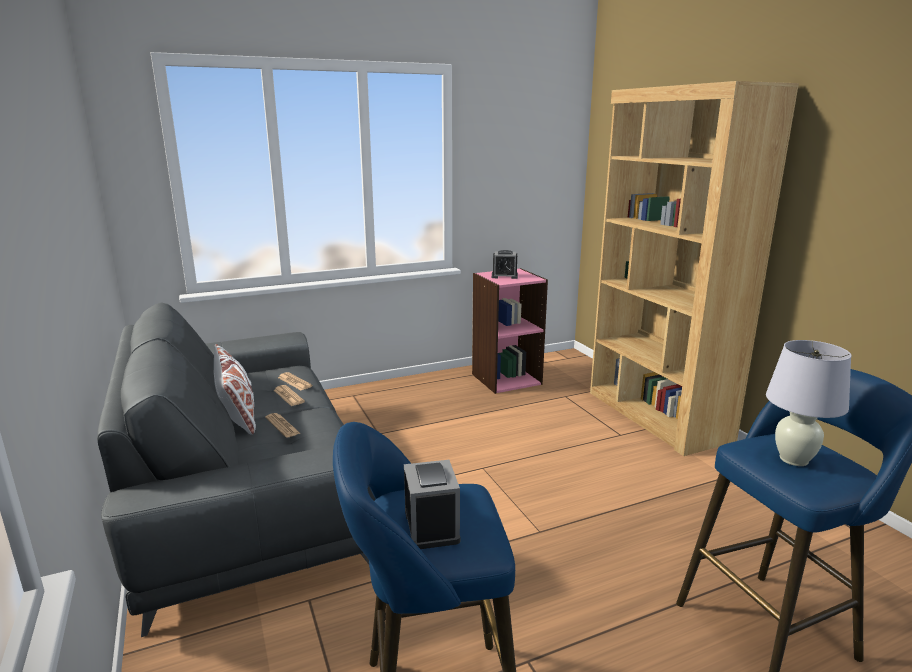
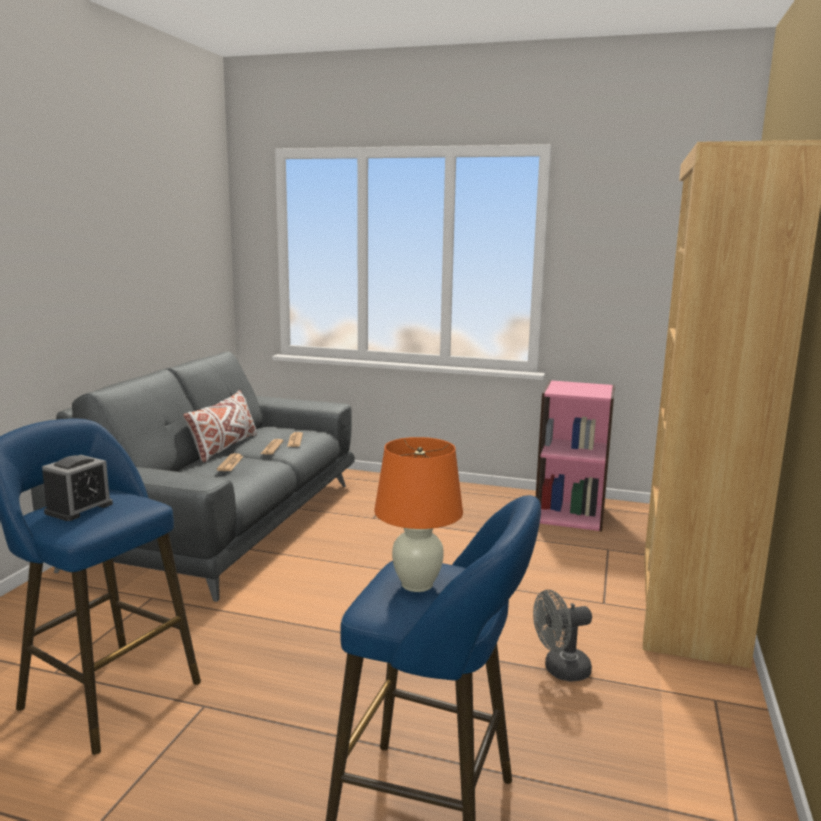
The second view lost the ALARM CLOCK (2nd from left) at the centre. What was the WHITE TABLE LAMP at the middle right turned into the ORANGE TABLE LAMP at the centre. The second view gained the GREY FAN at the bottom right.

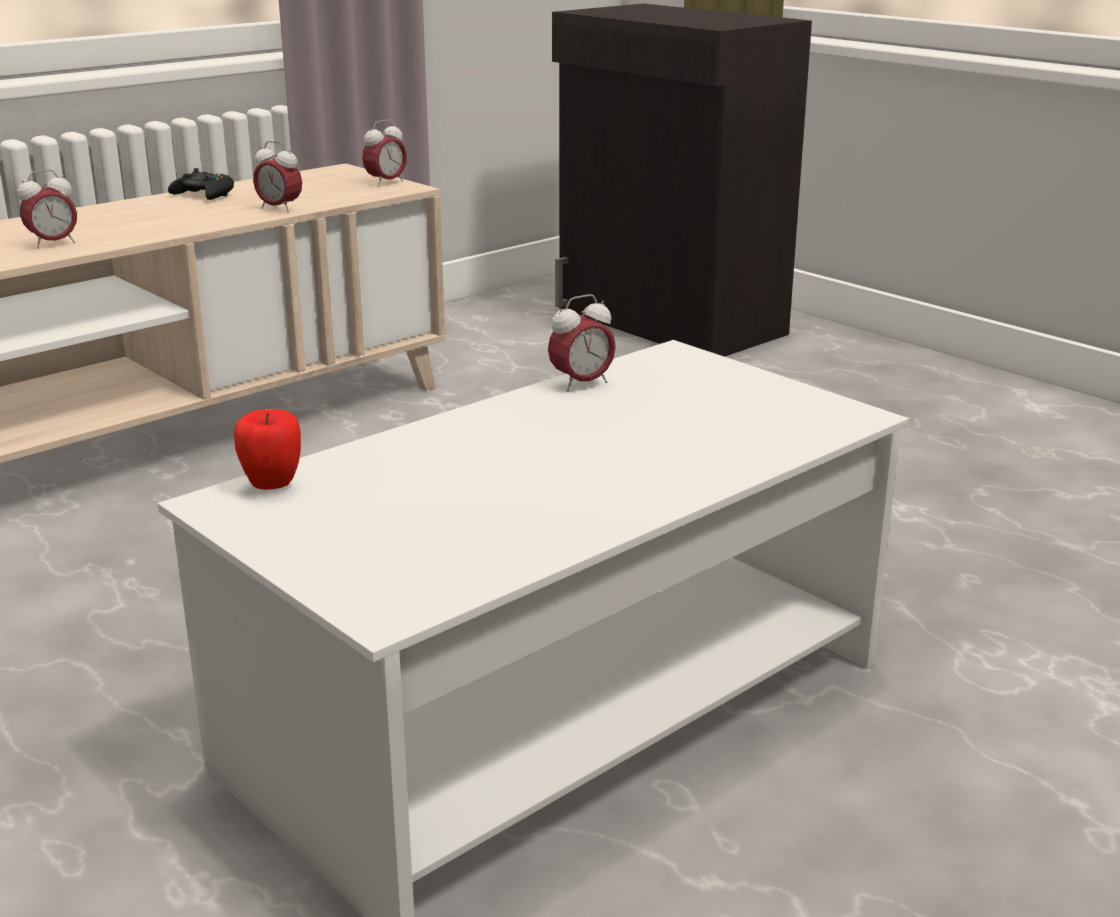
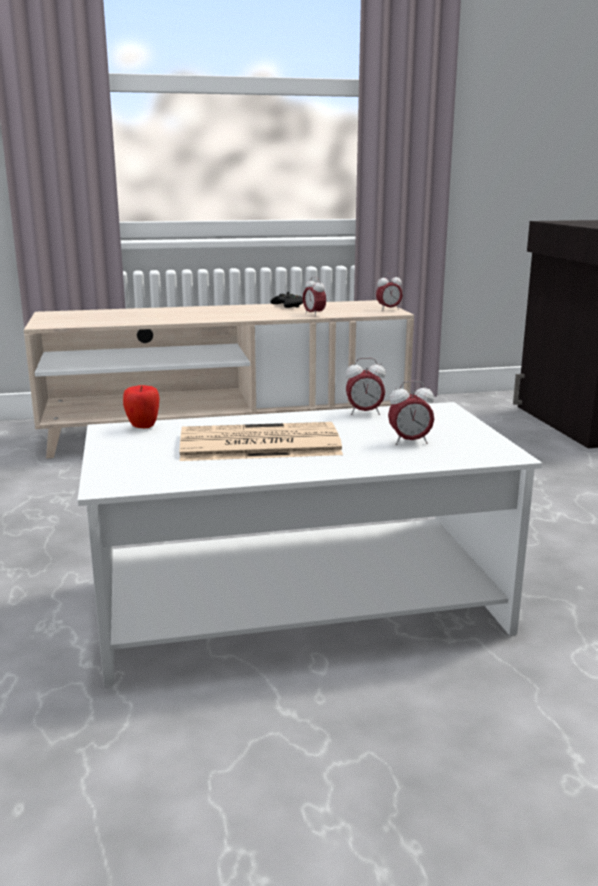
The ALARM CLOCK (1st from left in the first image) ended up elsewhere, having gone from the top left to the middle right. The second view gained the NEWSPAPER at the centre.

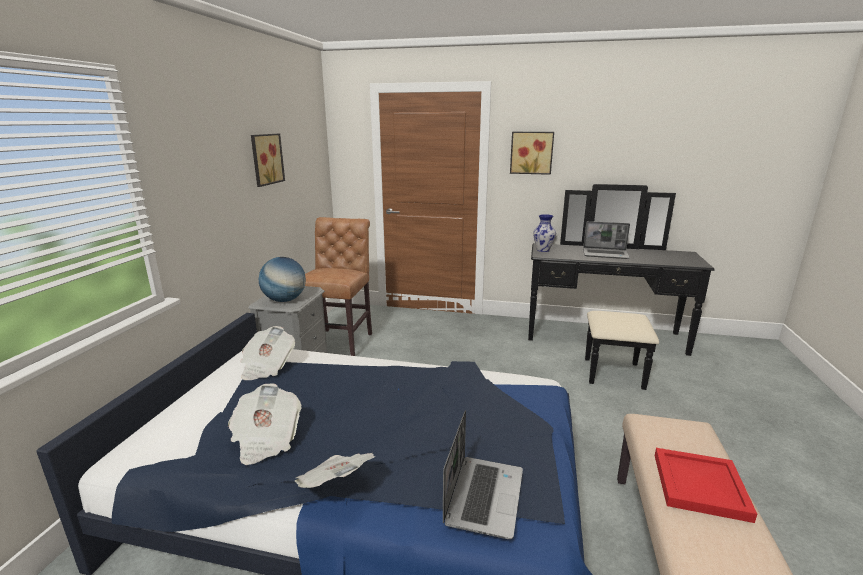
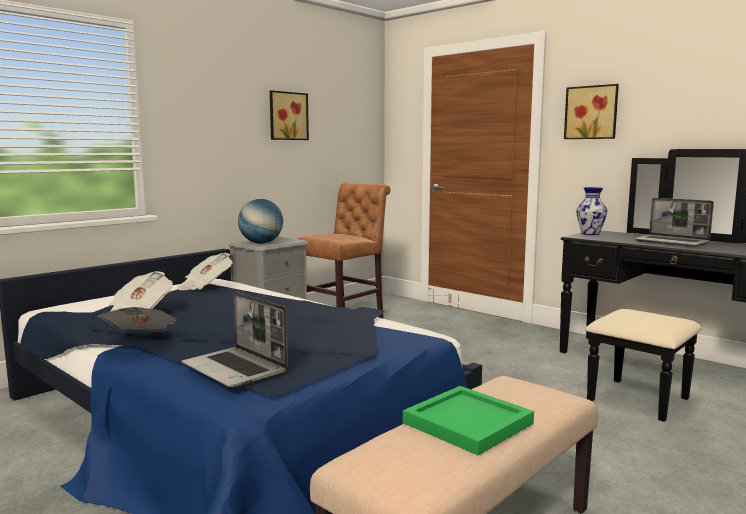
The LAPTOP (1st from left) at the bottom centre ended up facing another way, 90 degrees clockwise from before. What was the RED TRAY at the bottom right turned into the GREEN TRAY at the bottom centre.

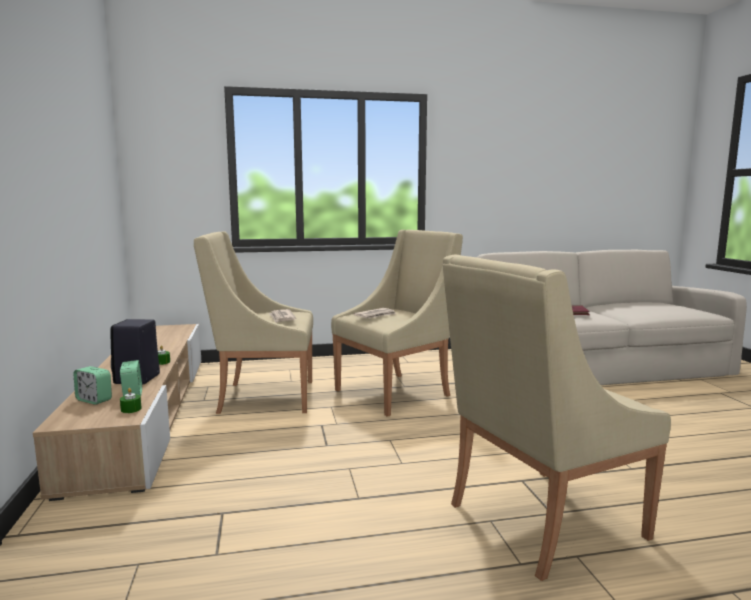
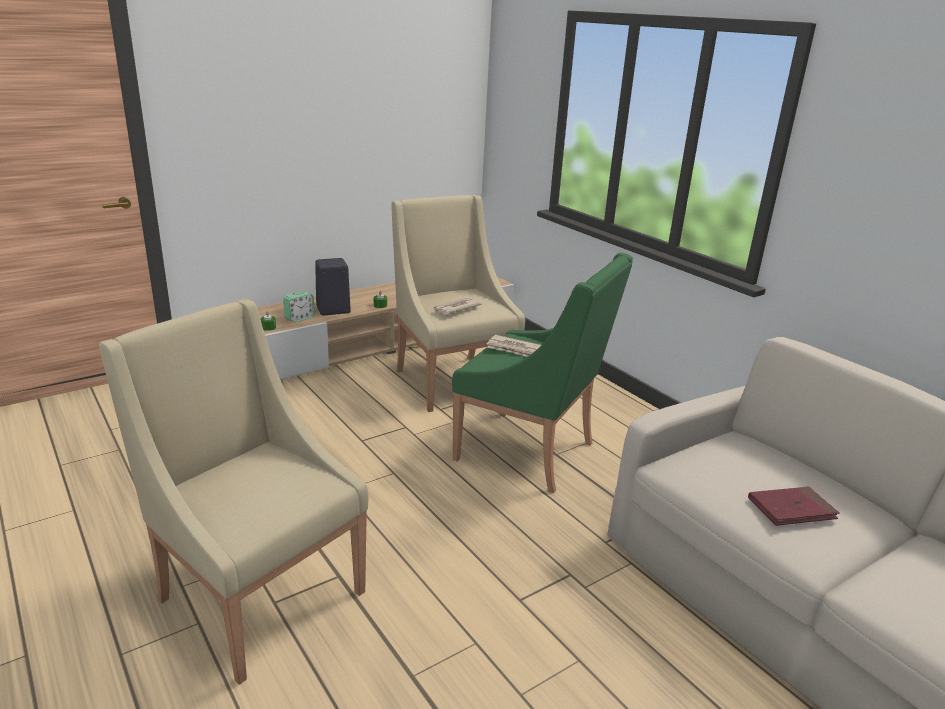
What was the BEIGE ARMCHAIR (2nd from left) at the centre turned into the GREEN ARMCHAIR at the centre. The second view lost the ALARM CLOCK (1st from left) at the middle left.

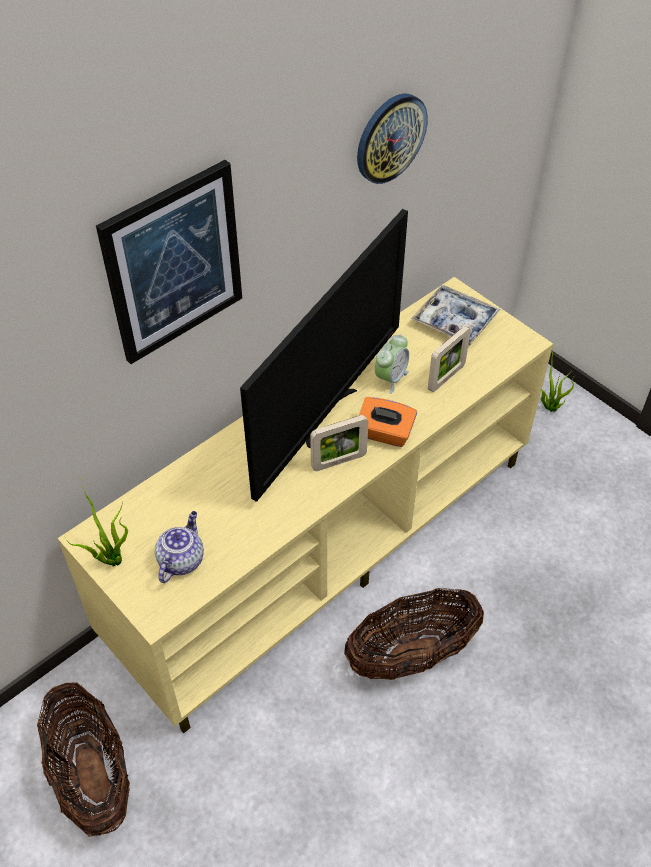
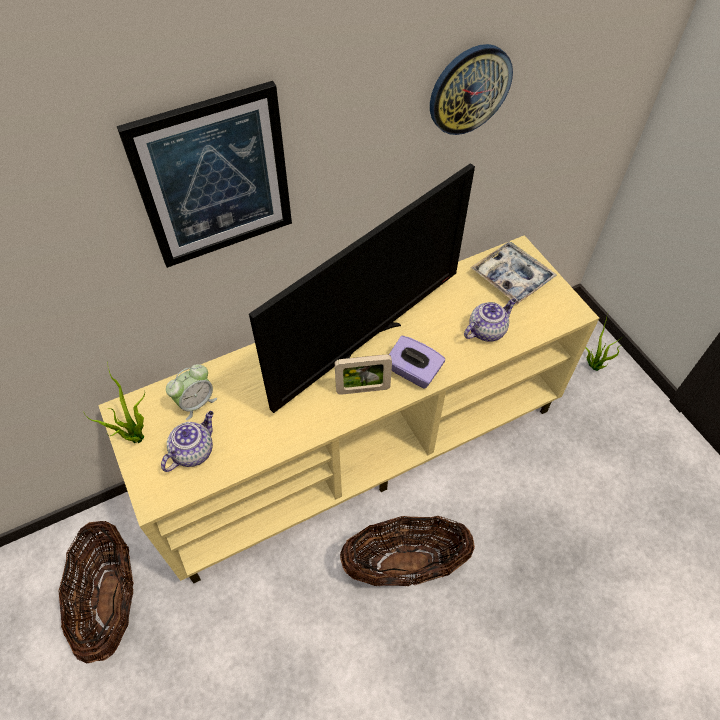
Where the PICTURE FRAME (2nd from left) stood at the middle right, the TEAPOT (2nd from left) came to stand at the middle right. The ALARM CLOCK ended up elsewhere, having gone from the centre to the middle left. What was the ORANGE TISSUE BOX at the centre turned into the PURPLE TISSUE BOX at the centre.

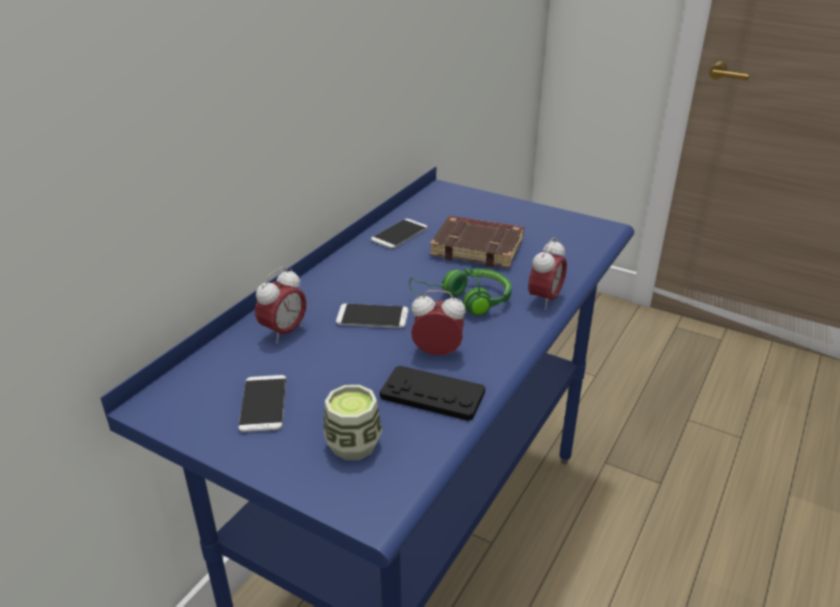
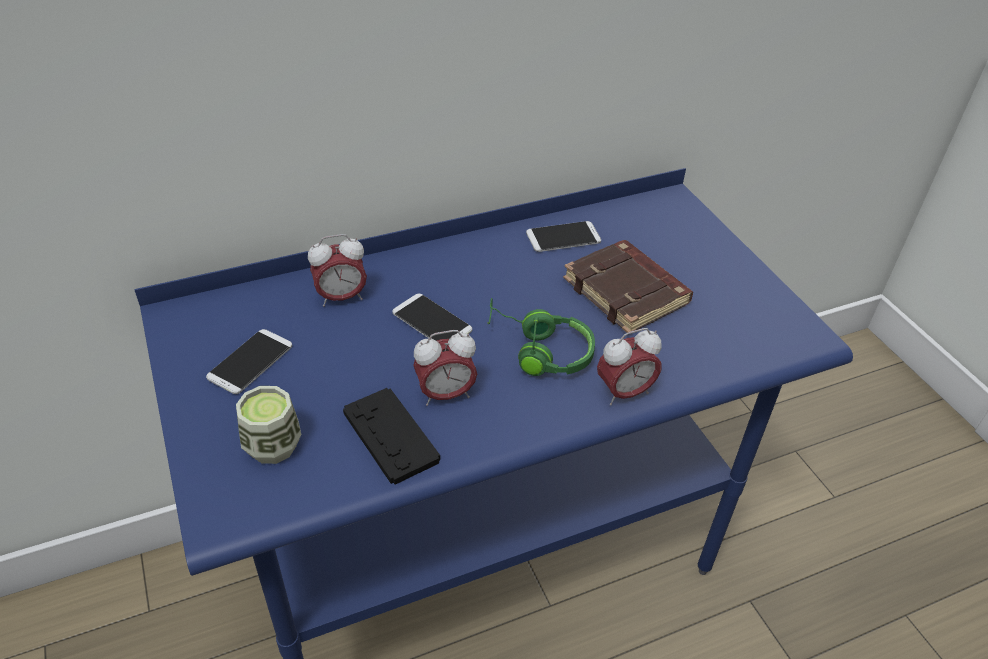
The ALARM CLOCK (2nd from left) at the centre ended up facing another way, 120 degrees clockwise from before.

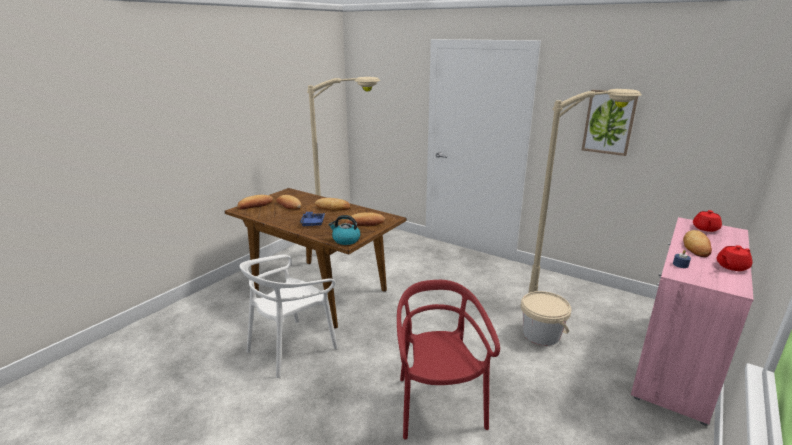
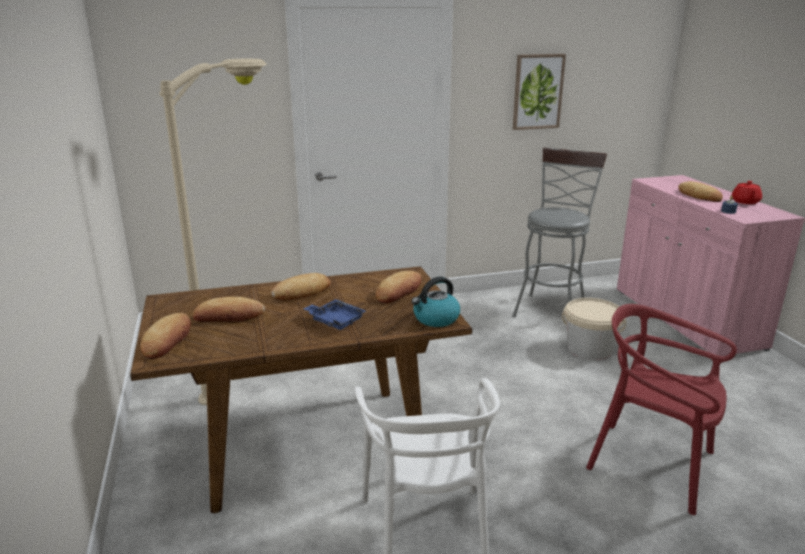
Where the BEIGE FLOOR LAMP (2nd from left) stood at the middle right, the GREY STOOL came to stand at the middle right. The second view lost the RED TEAPOT (1st from left) at the middle right.

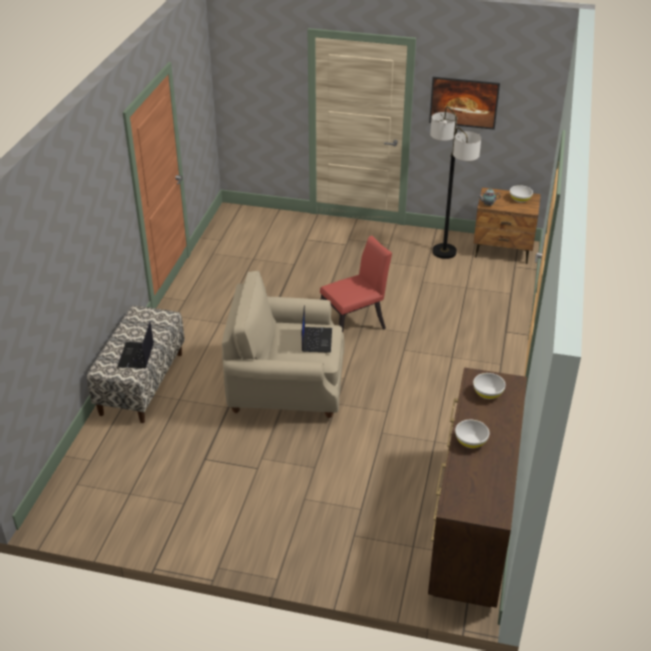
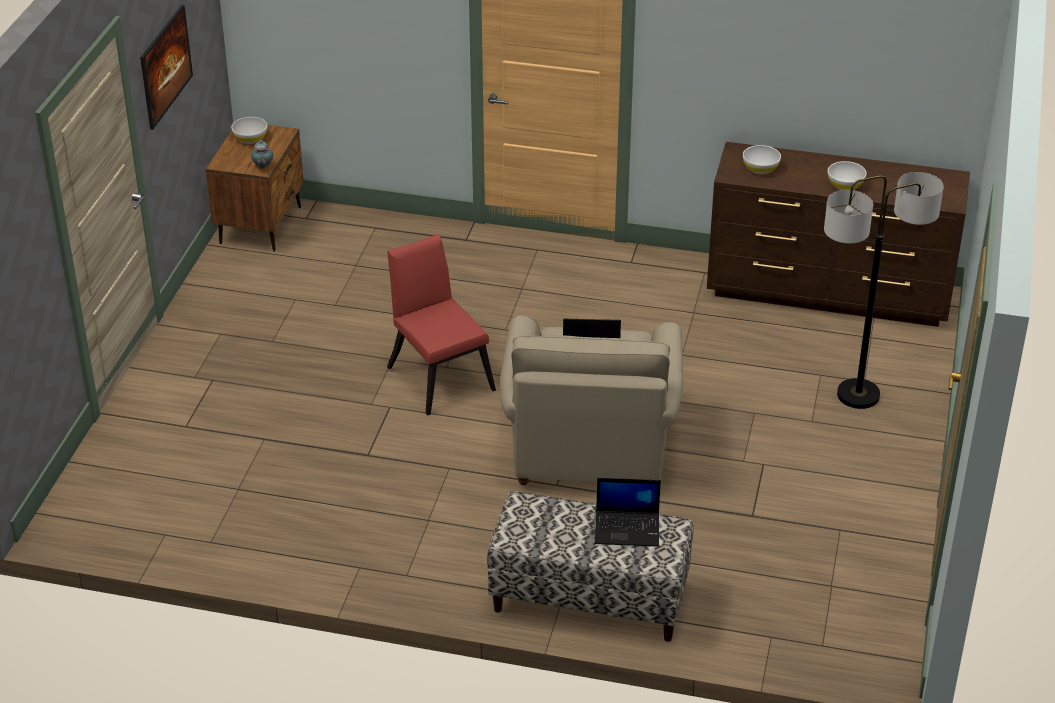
The FLOOR LAMP ended up elsewhere, having gone from the top right to the middle right.

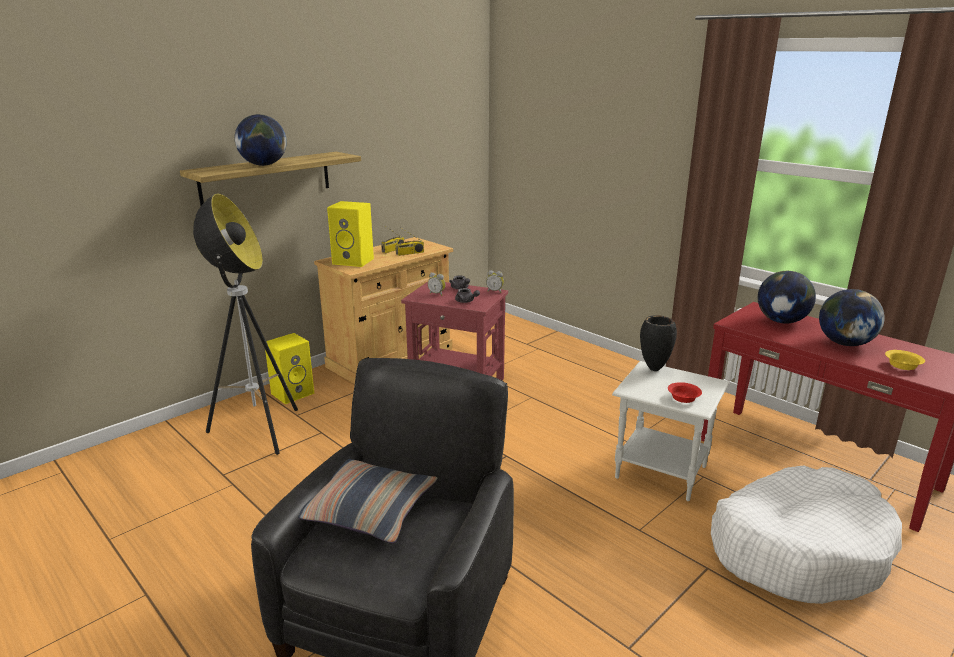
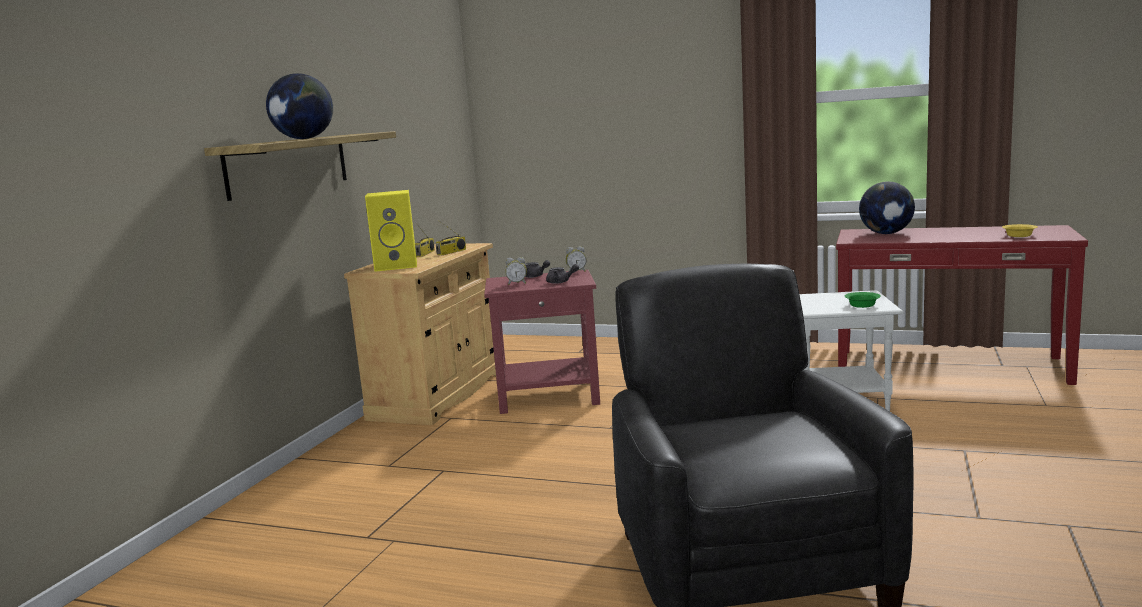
The second view lost the FLOOR LAMP at the middle left. The second view lost the GLOBE (3rd from left) at the middle right. The second view lost the BLACK VASE at the middle right. The second view lost the YELLOW SPEAKER (1st from left) at the middle left. What was the RED BOWL at the middle right turned into the GREEN BOWL at the middle right. The second view lost the PILLOW at the bottom centre. The second view lost the WHITE DOG BED at the bottom right.

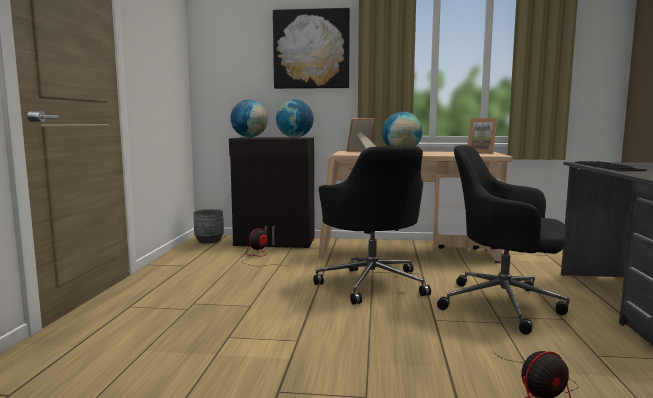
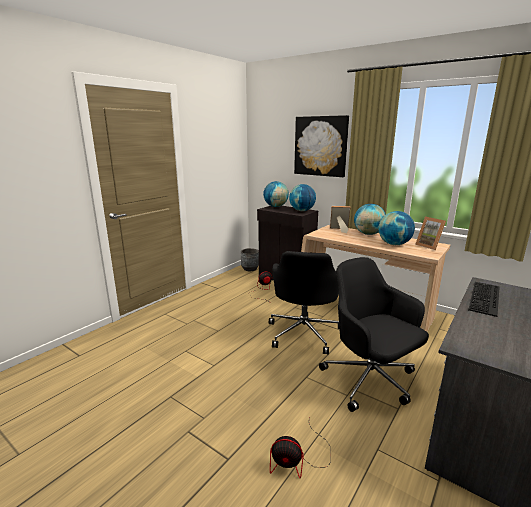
The second view gained the GLOBE (4th from left) at the middle right.

